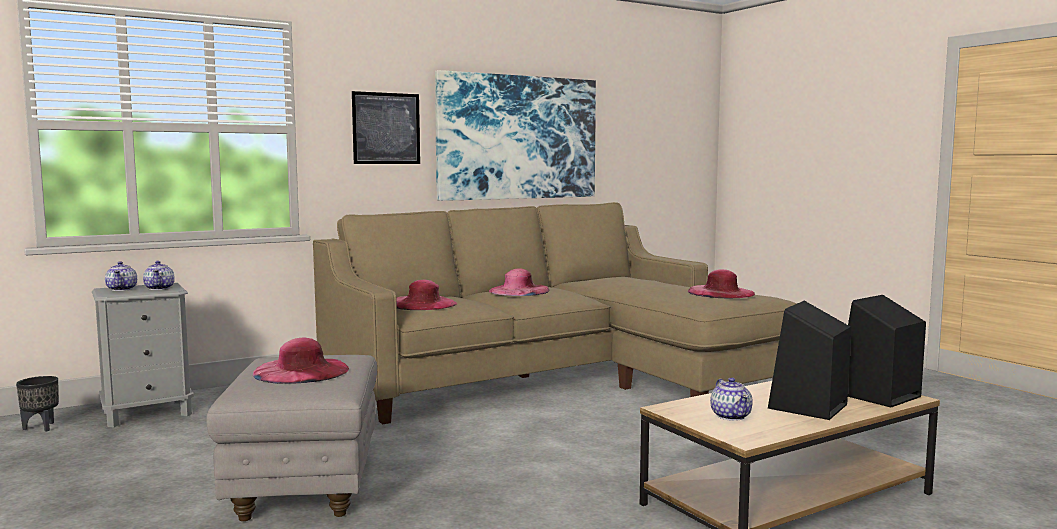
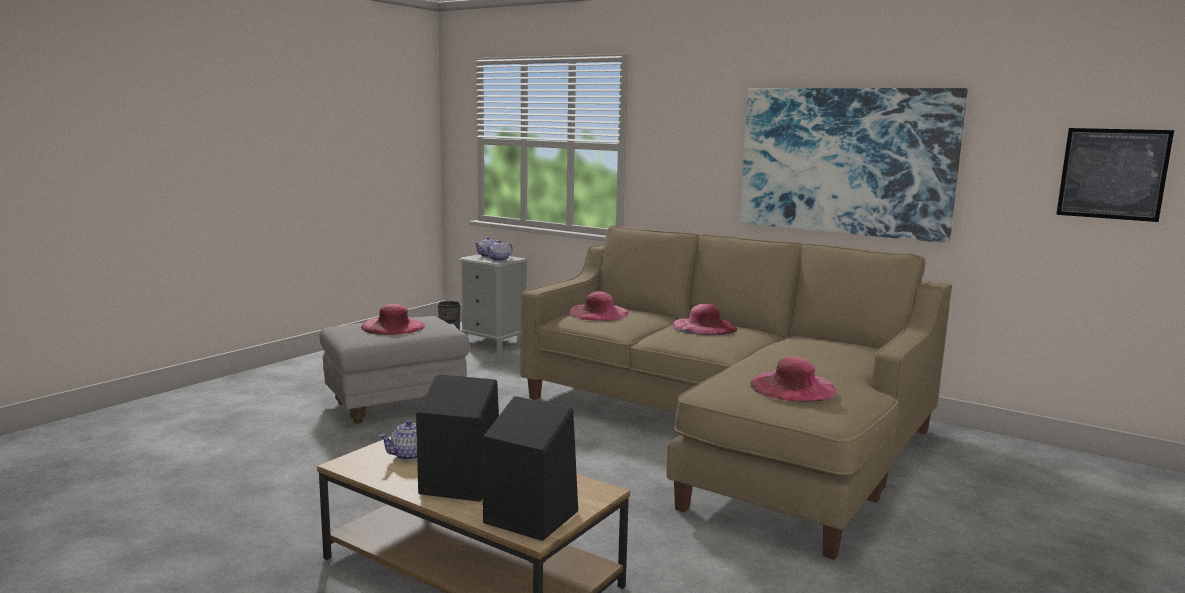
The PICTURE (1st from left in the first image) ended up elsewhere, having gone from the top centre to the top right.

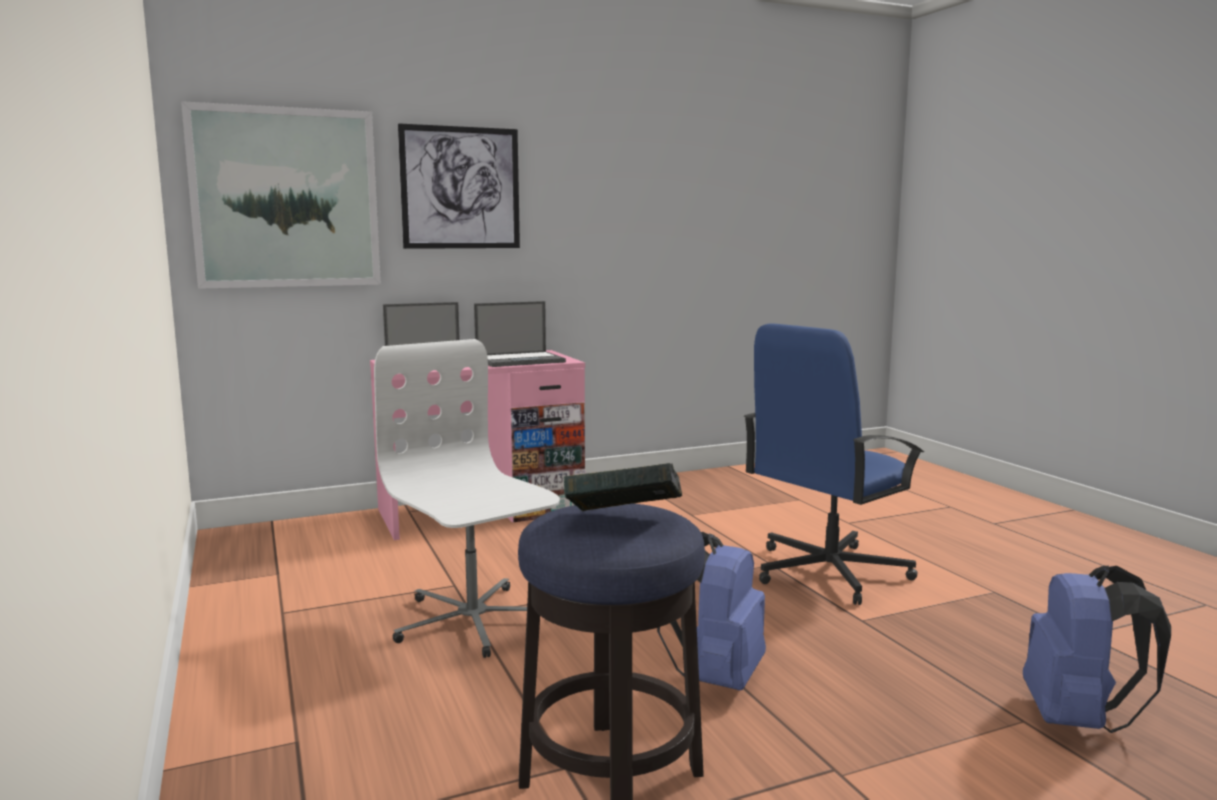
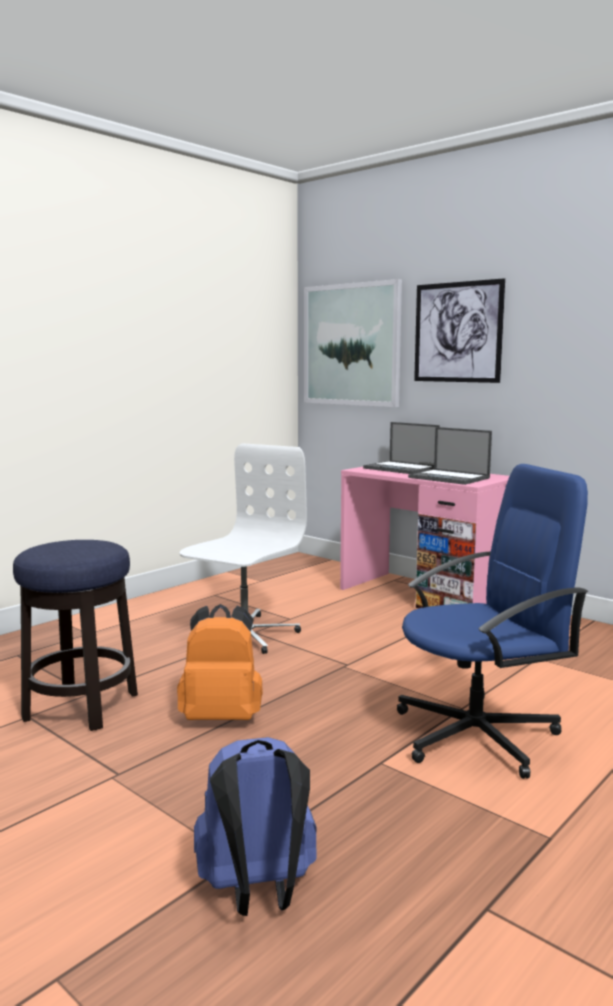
The BLUE OFFICE CHAIR at the middle right ended up facing another way, 135 degrees clockwise from before. The second view lost the BOOK at the centre. What was the BLUE BACKPACK (1st from left) at the bottom centre turned into the ORANGE BACKPACK at the centre.

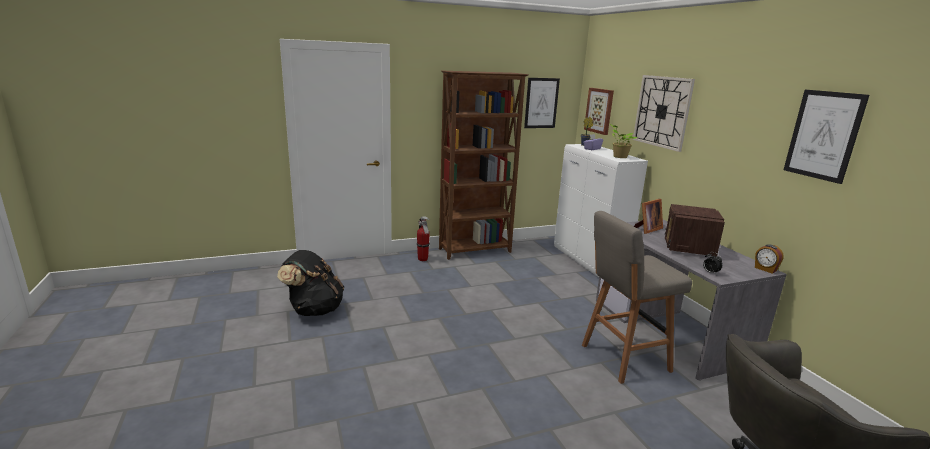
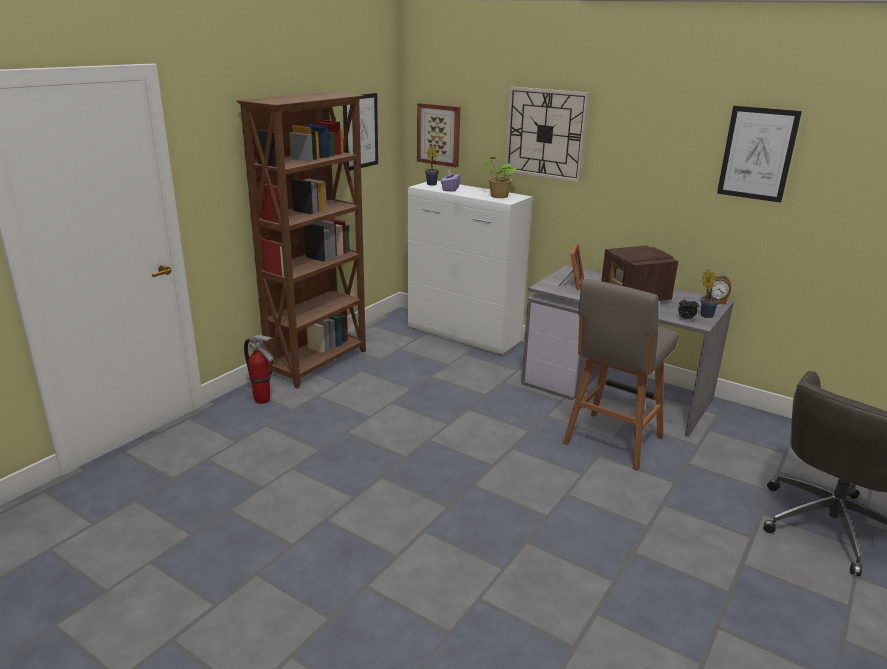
The second view lost the BLACK BACKPACK at the centre. The second view gained the POTTED PLANT (3rd from left) at the middle right.

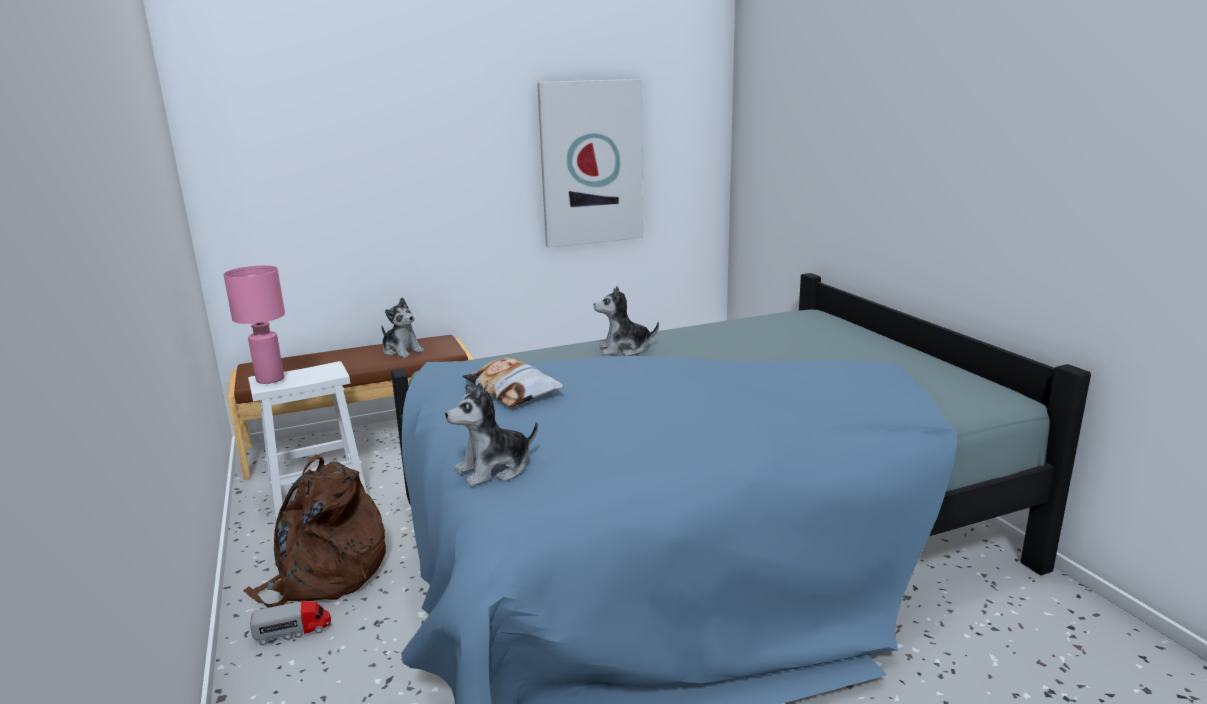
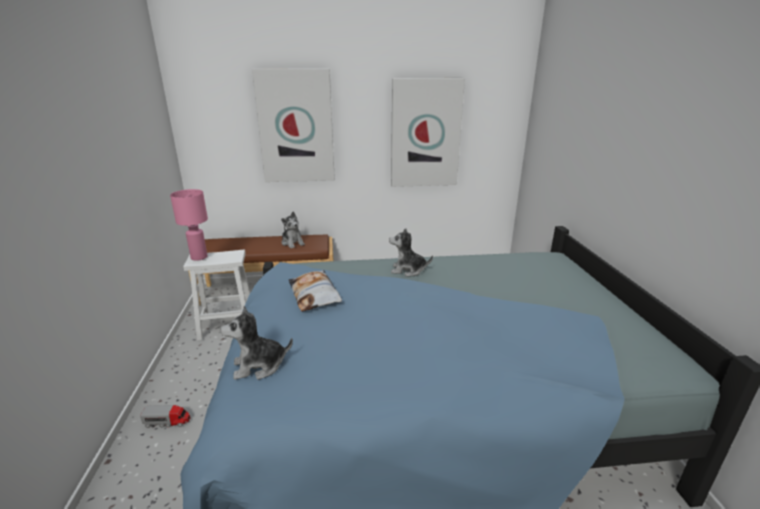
The second view lost the BROWN BACKPACK at the bottom left. The second view gained the PICTURE (1st from left) at the top centre.

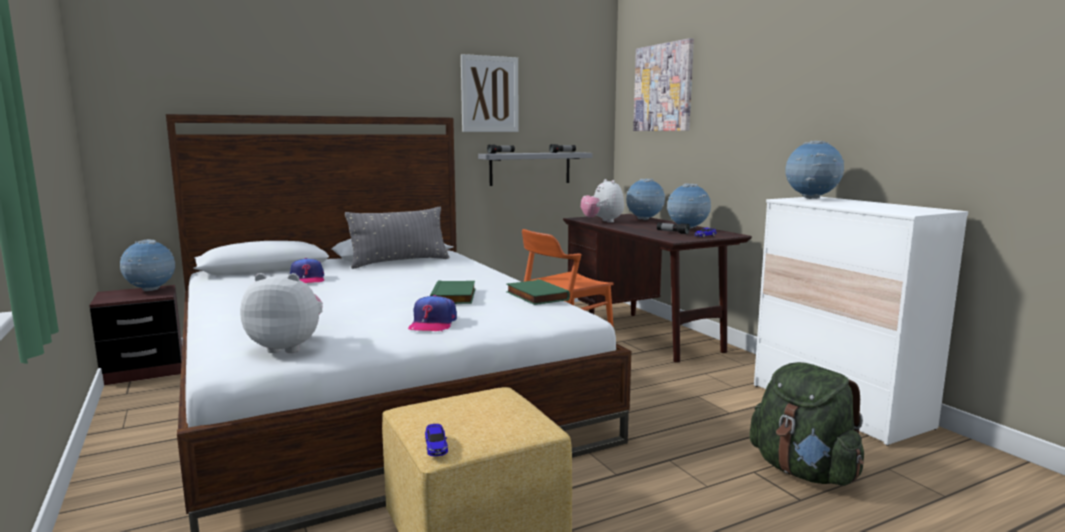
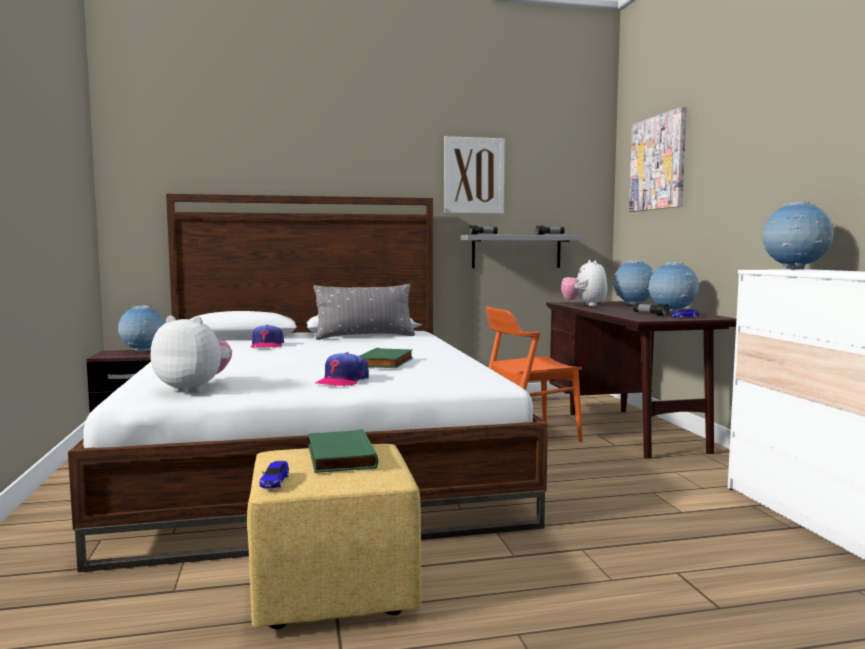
The GREEN BOOK (2nd from left in the first image) ended up elsewhere, having gone from the centre to the bottom centre. The second view lost the GREEN BACKPACK at the bottom right.

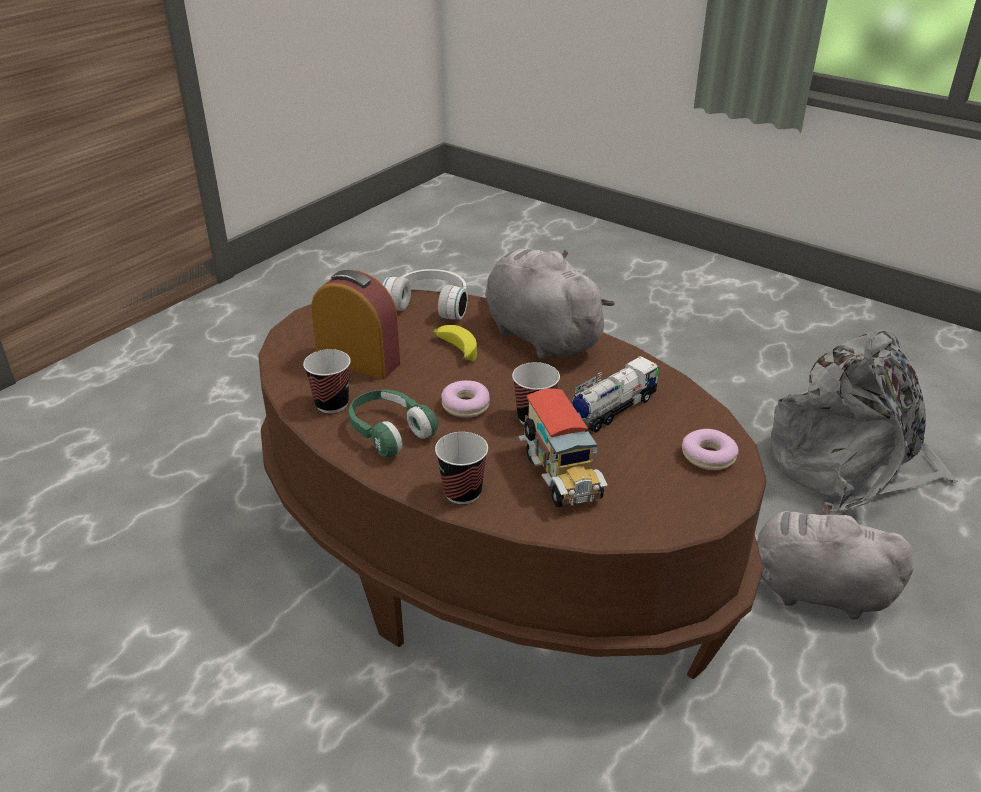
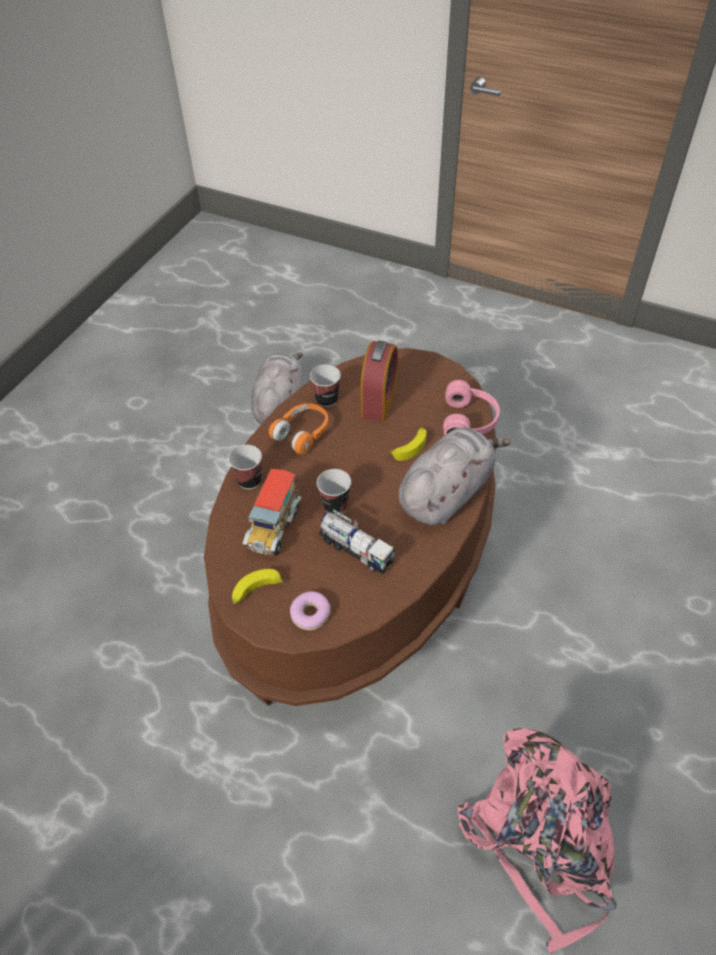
What was the WHITE HEADPHONES at the centre turned into the PINK HEADPHONES at the centre. What was the GREY BACKPACK at the middle right turned into the PINK BACKPACK at the bottom right. The second view lost the DONUT (1st from left) at the centre. The TOY TRUCK (1st from left) at the centre ended up facing another way, 45 degrees counterclockwise from before. What was the GREEN HEADPHONES at the centre turned into the ORANGE HEADPHONES at the centre. The GREY PLUSH TOY (2nd from left in the first image) ended up elsewhere, having gone from the bottom right to the centre. The second view gained the BANANA (1st from left) at the centre.

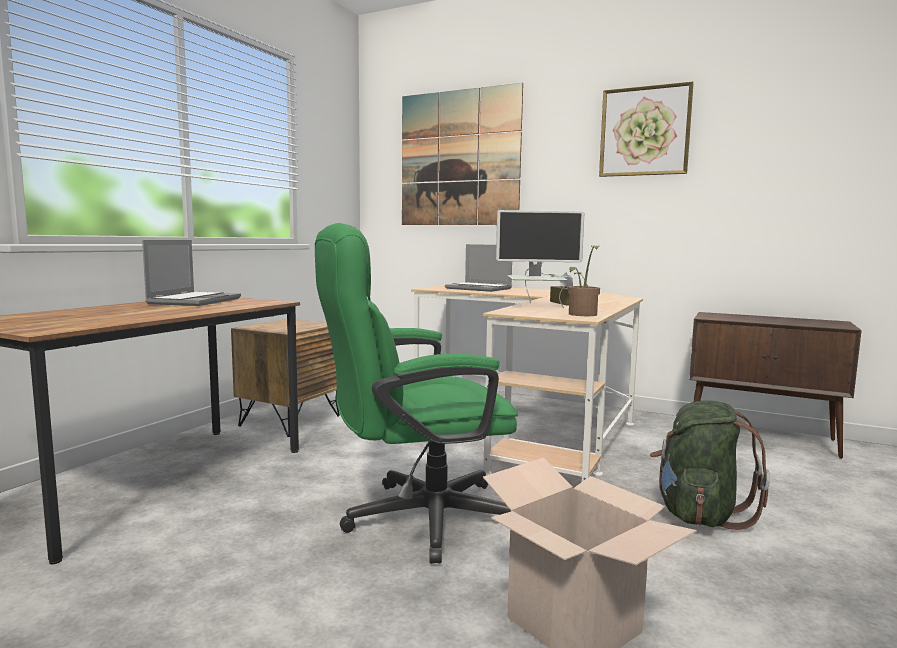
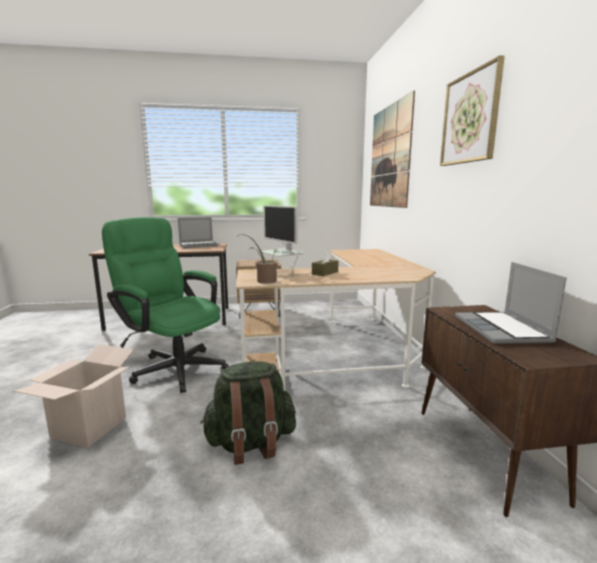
The LAPTOP (2nd from left) ended up elsewhere, having gone from the centre to the middle right.

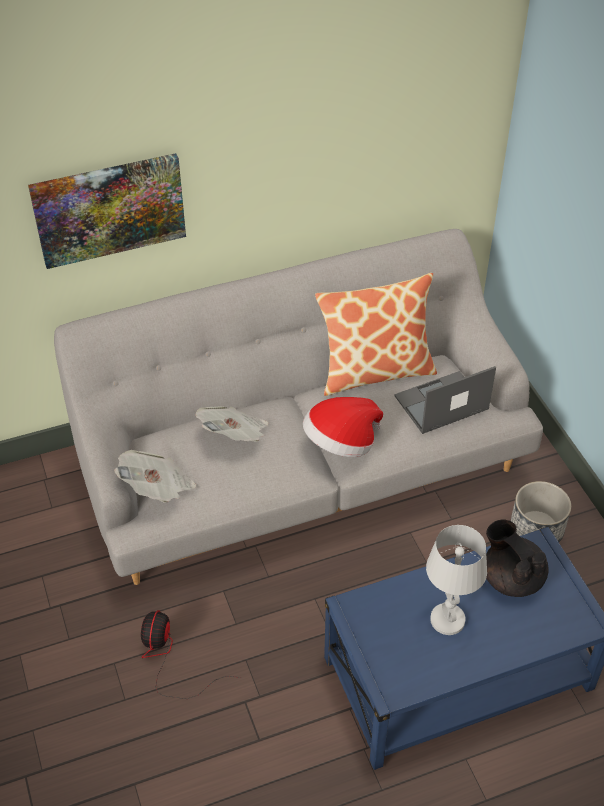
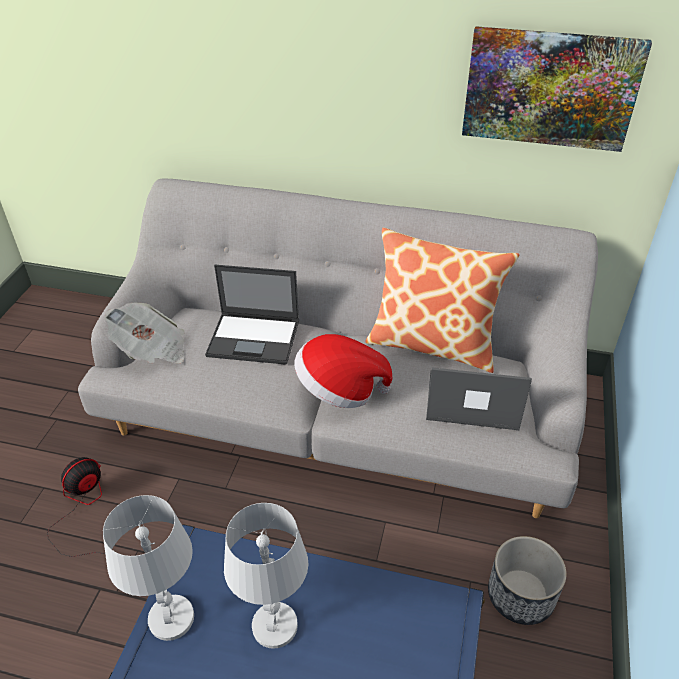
The PICTURE ended up elsewhere, having gone from the top left to the top right. Where the NEWSPAPER (2nd from left) stood at the centre, the LAPTOP (1st from left) came to stand at the centre. The second view lost the BLACK TEAPOT at the bottom right. The second view gained the WHITE TABLE LAMP (1st from left) at the bottom left.

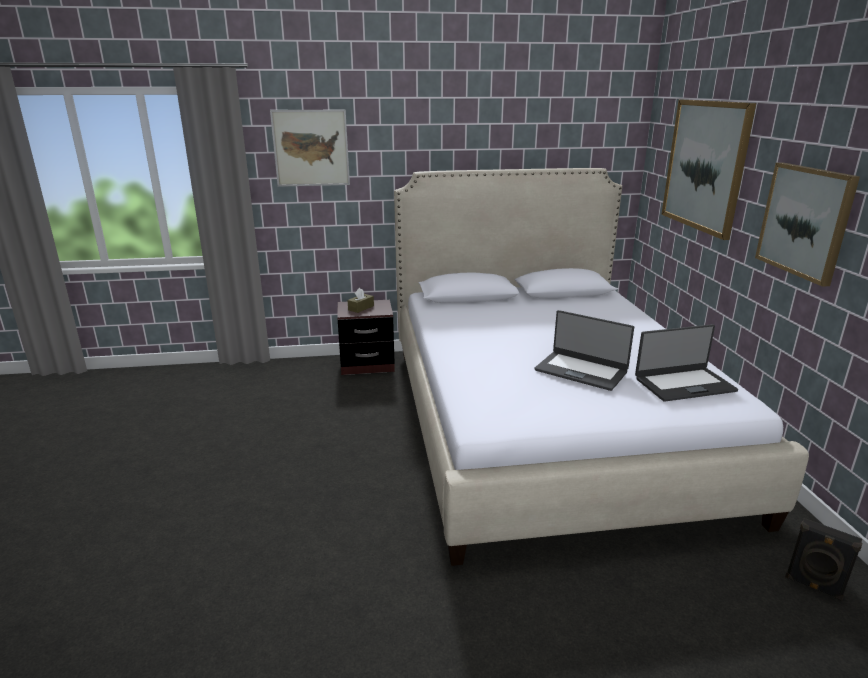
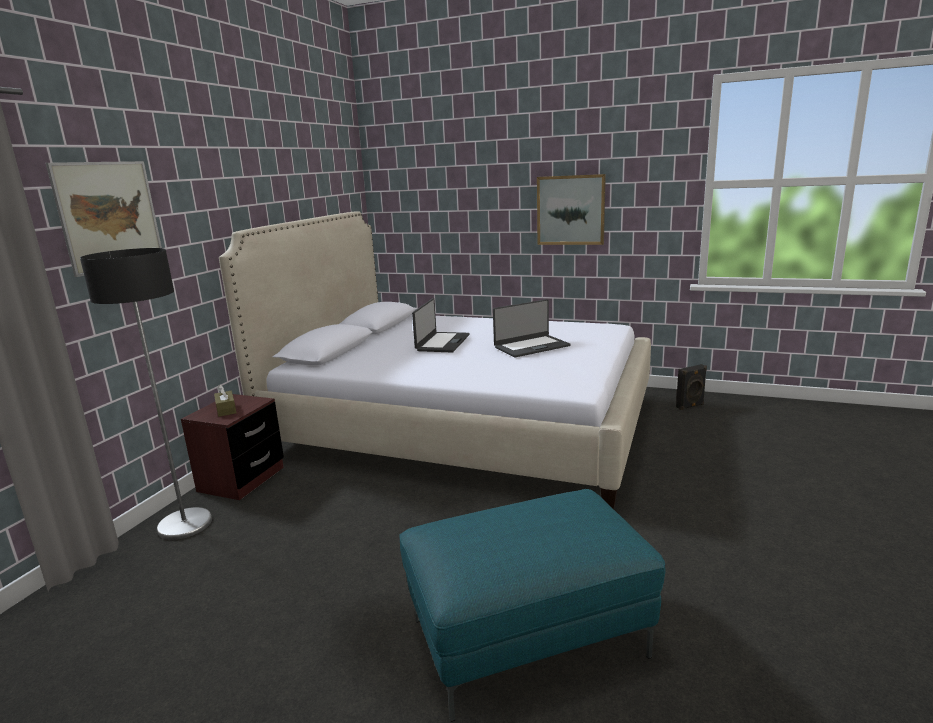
The second view lost the PICTURE (2nd from left) at the top right. The LAPTOP (2nd from left in the first image) ended up elsewhere, having gone from the middle right to the centre. The second view gained the FLOOR LAMP at the middle left. The second view gained the TURQUOISE OTTOMAN at the bottom centre.

